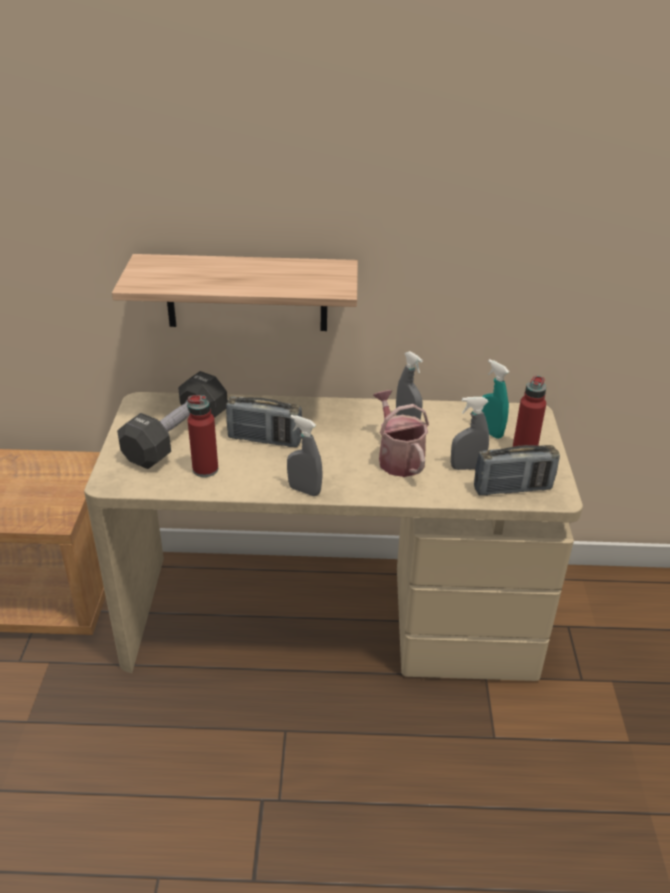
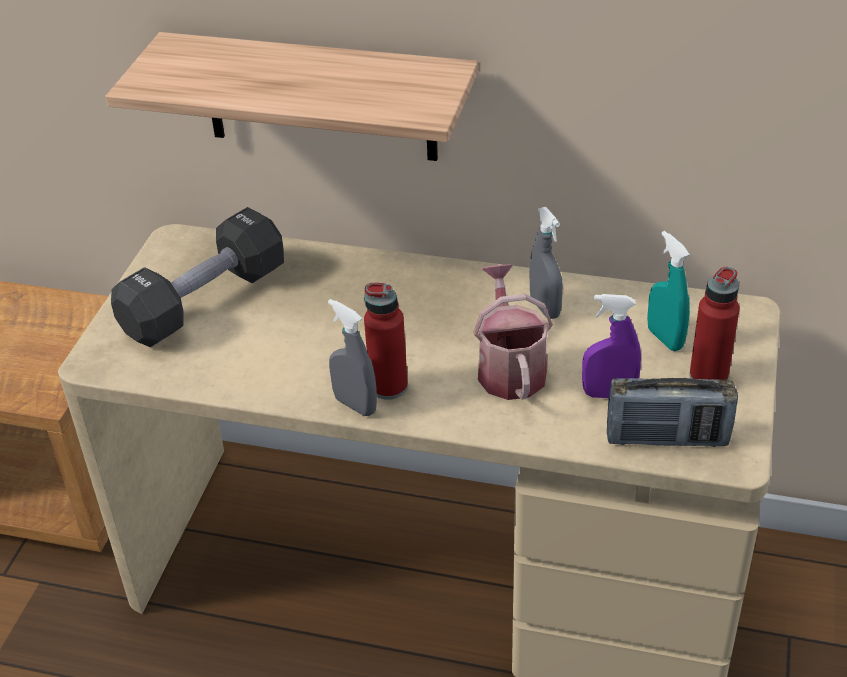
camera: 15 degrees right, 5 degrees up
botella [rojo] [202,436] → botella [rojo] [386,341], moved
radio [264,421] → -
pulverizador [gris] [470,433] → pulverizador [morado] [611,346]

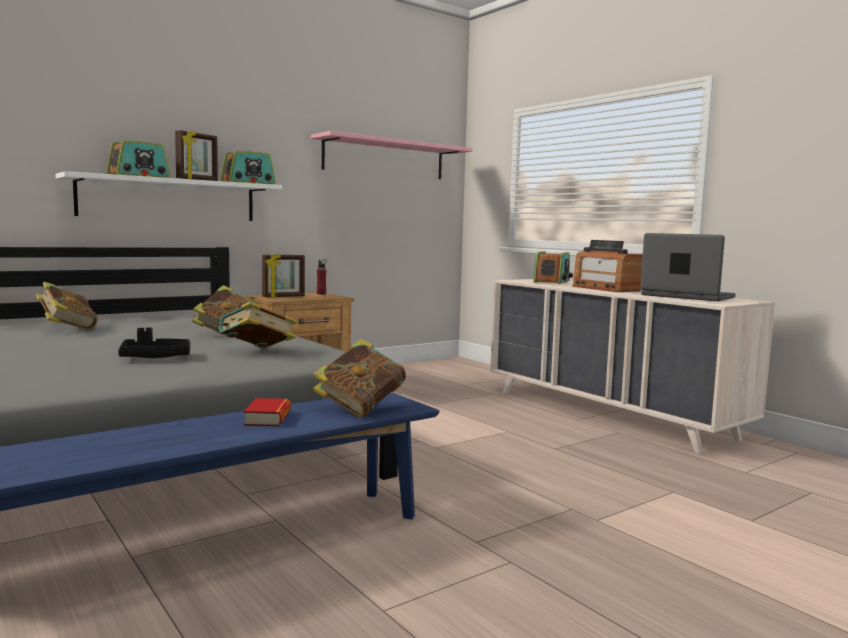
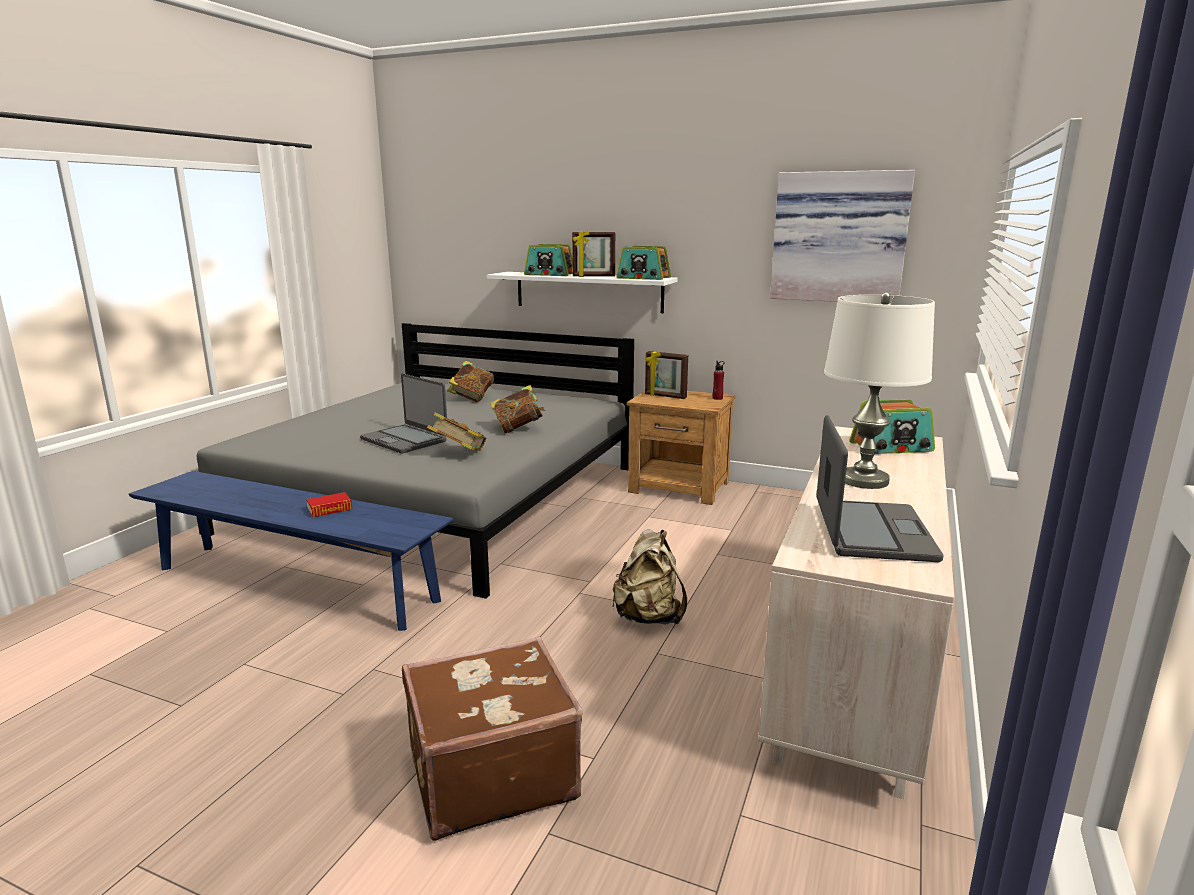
camera: 60 degrees right, 10 degrees up
estante [rosa] [391,155] → cuadro [842,236]
radio [608,266] → lámpara de mesa [blanco] [879,390]
bandeja [negro] [154,343] → portátil [403,414]
libro [359,378] → -
- → mochila [beis] [649,577]
- → maleta [marrón] [492,738]

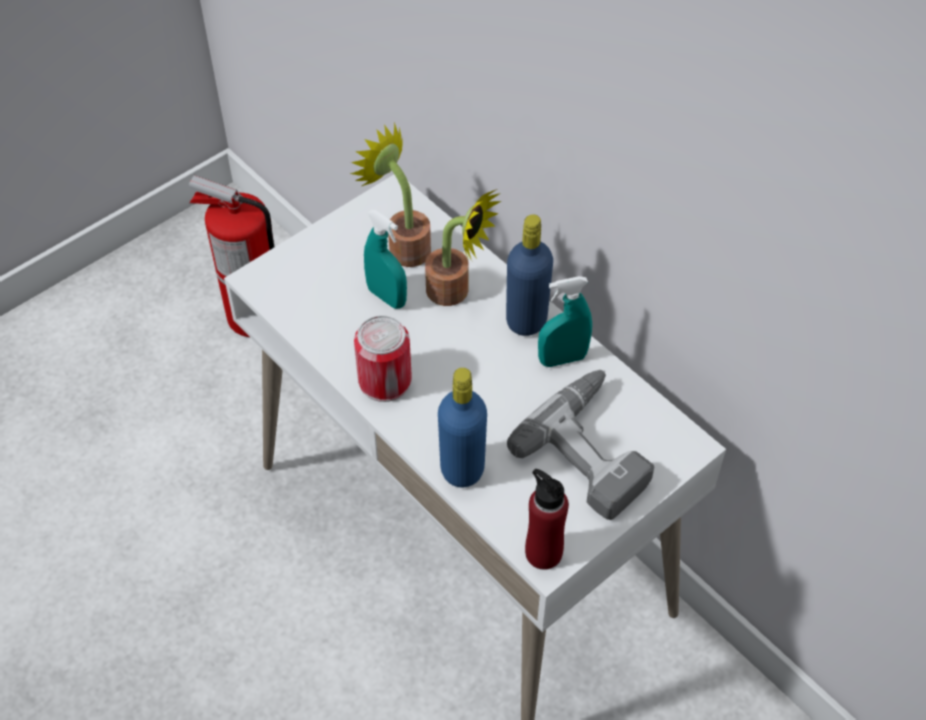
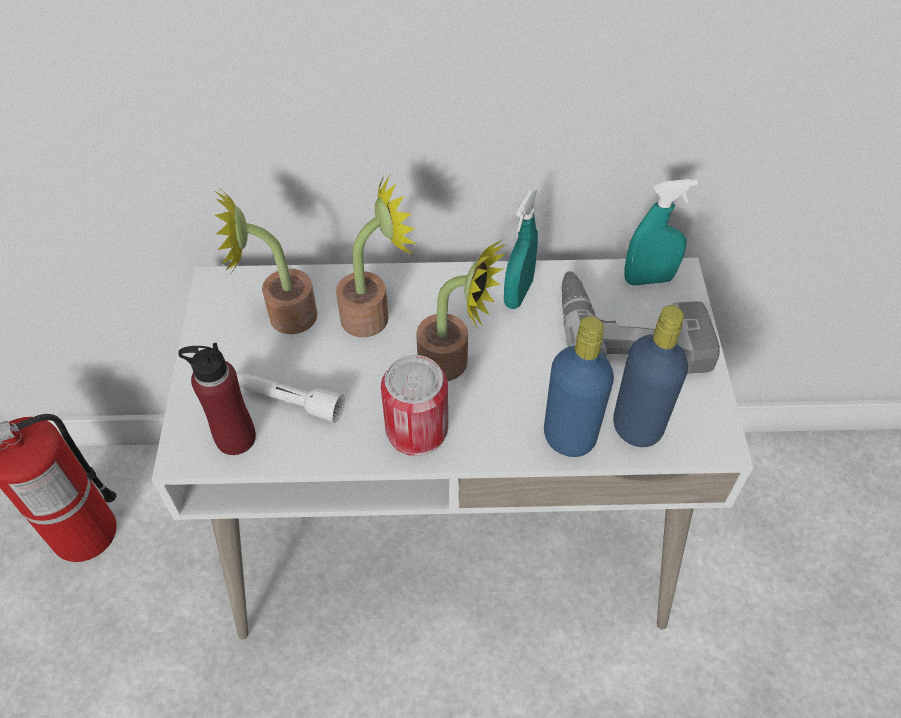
camera: 50 degrees left, 0 degrees up
pulverizador [turquesa] [385,259] → pulverizador [turquesa] [661,232], moved
botella [azul] [529,275] → botella [azul] [650,376], moved
botella [rojo] [547,519] → botella [rojo] [217,399], moved
- → planta en maceta [461,310]
- → linterna [blanco] [290,397]

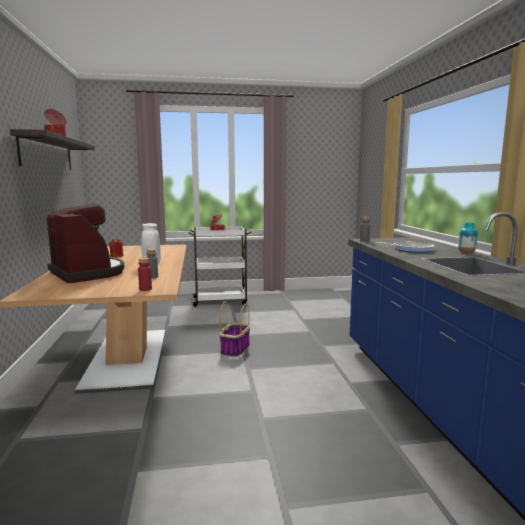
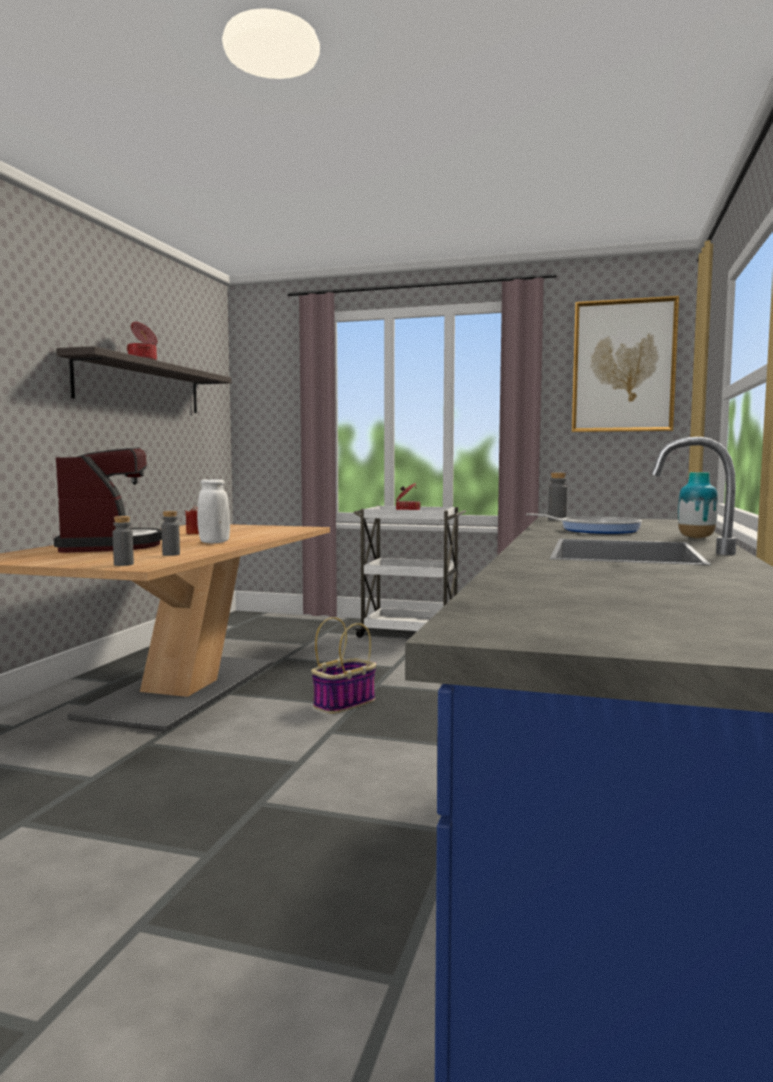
camera: 25 degrees right, 5 degrees down
botella [rojo] [145,274] → botella [gris] [123,541]
- → cuadro [625,364]

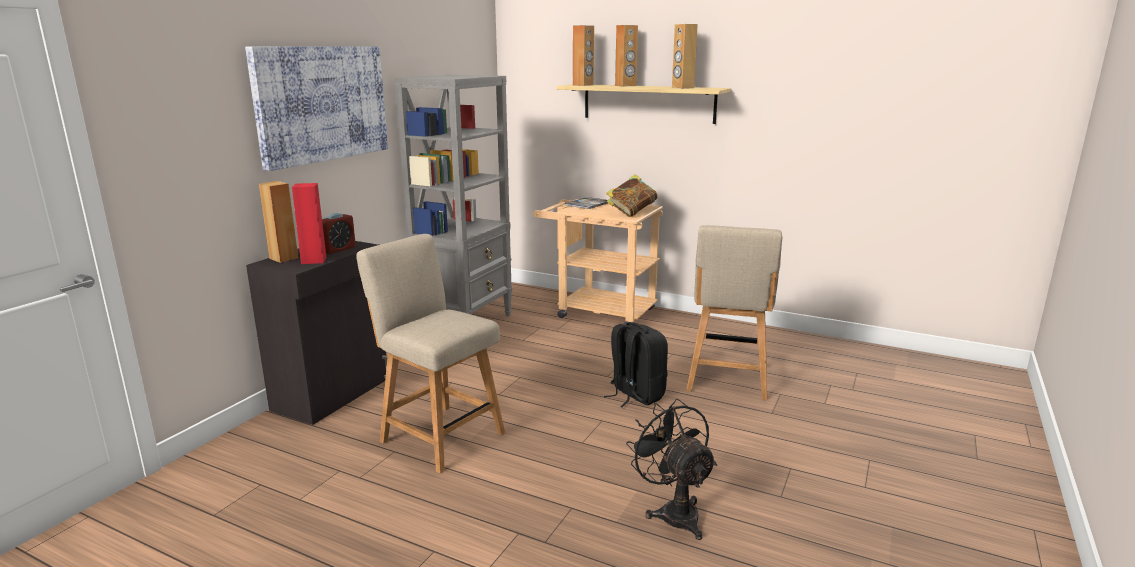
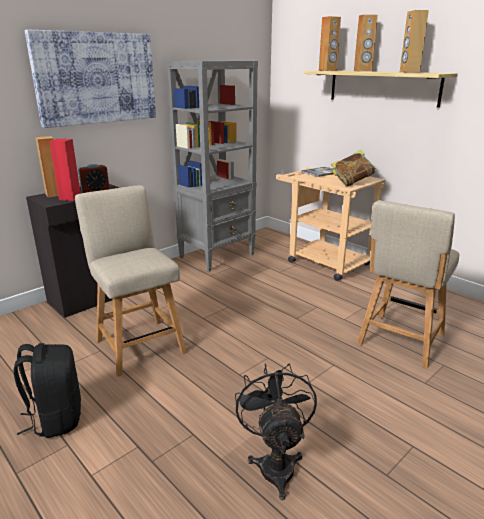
camera: 20 degrees right, 5 degrees up
mochila [negro] [636,364] → mochila [negro] [47,390], moved

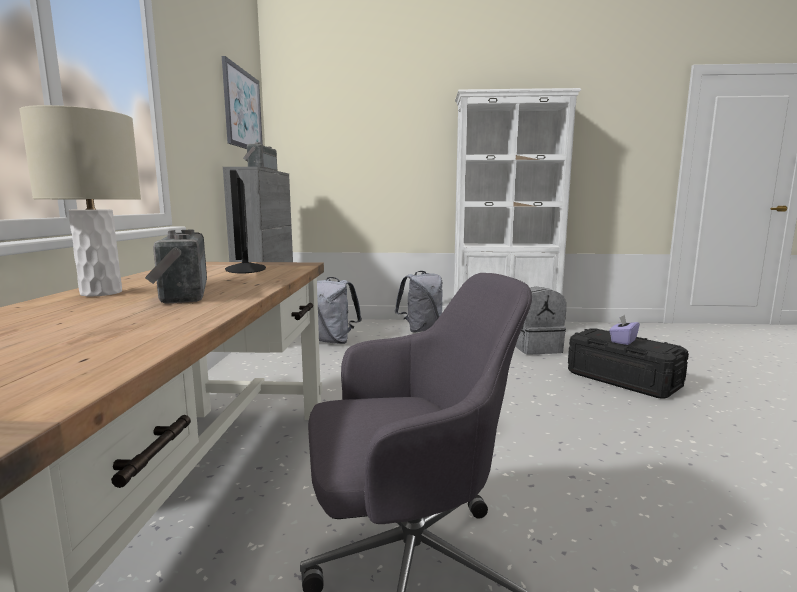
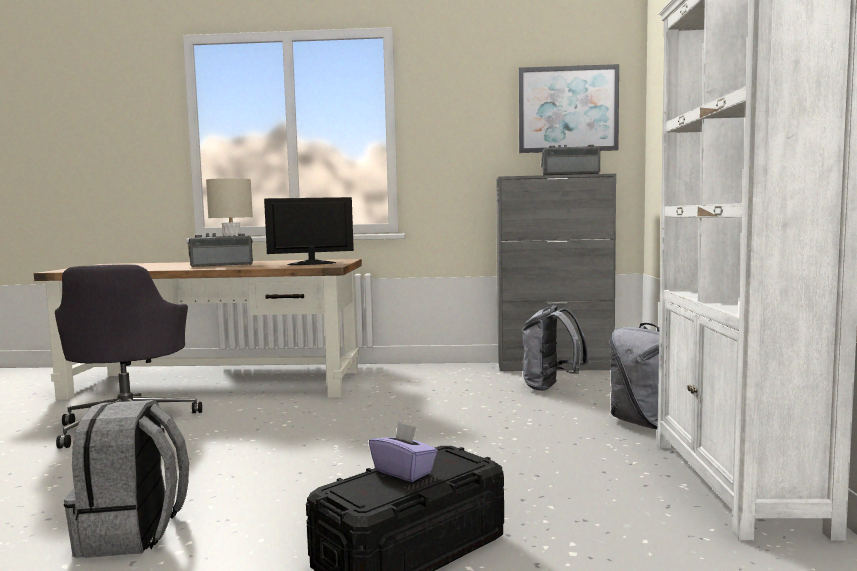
camera: 90 degrees right, 5 degrees down
mochila [gris] [540,320] → mochila [gris] [126,479], moved

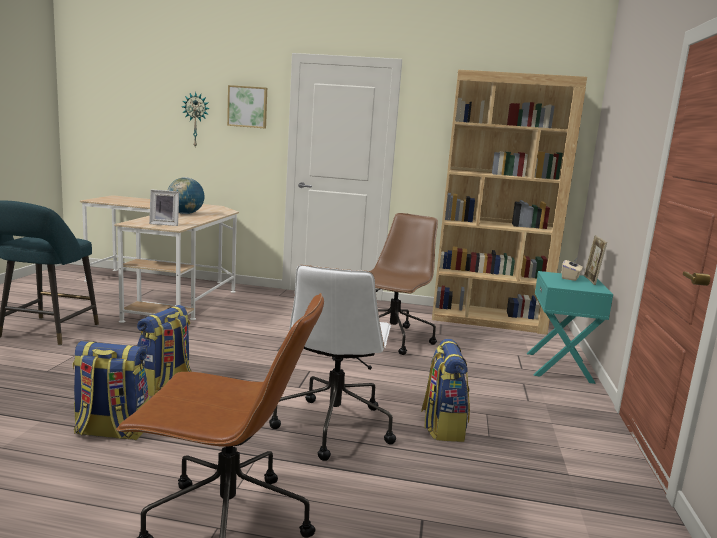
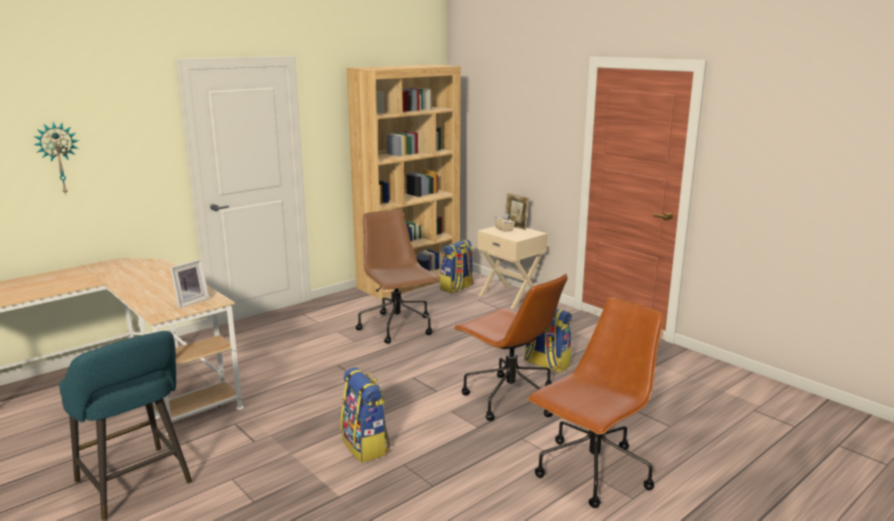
camera: 50 degrees left, 5 degrees up
cuadro [247,107] → -
globo terráqueo [186,195] → -
silla de oficina [blanco] [332,363] → silla de oficina [marrón] [510,347]
mesita de noche [turquesa] [570,327] → mesita de noche [beis] [512,267]
mochila [111,390] → mochila [457,266], moved

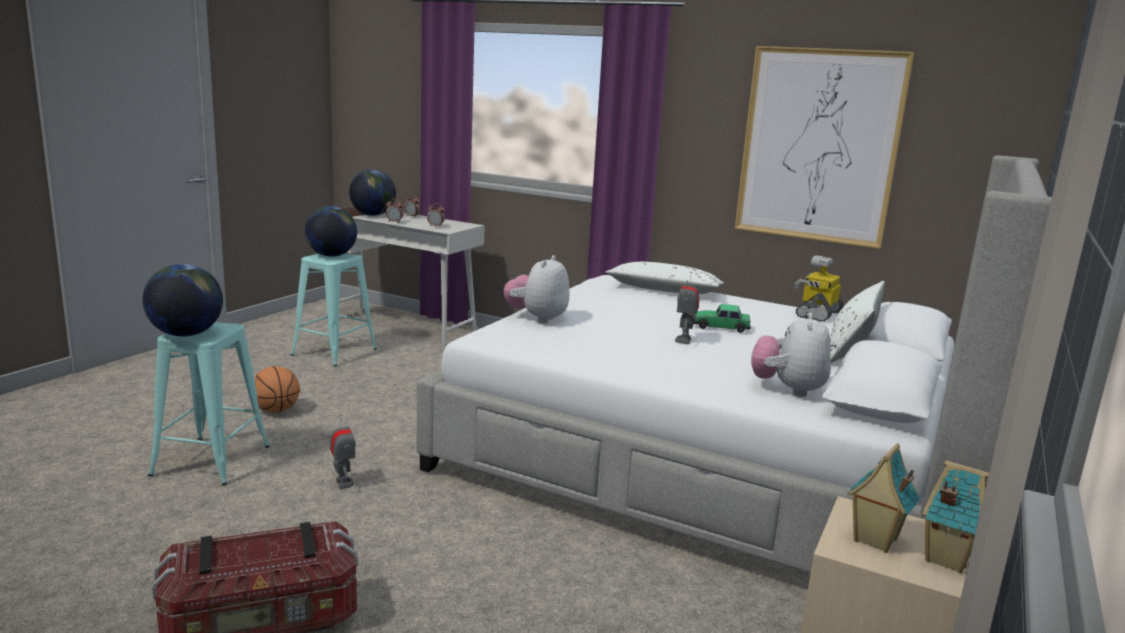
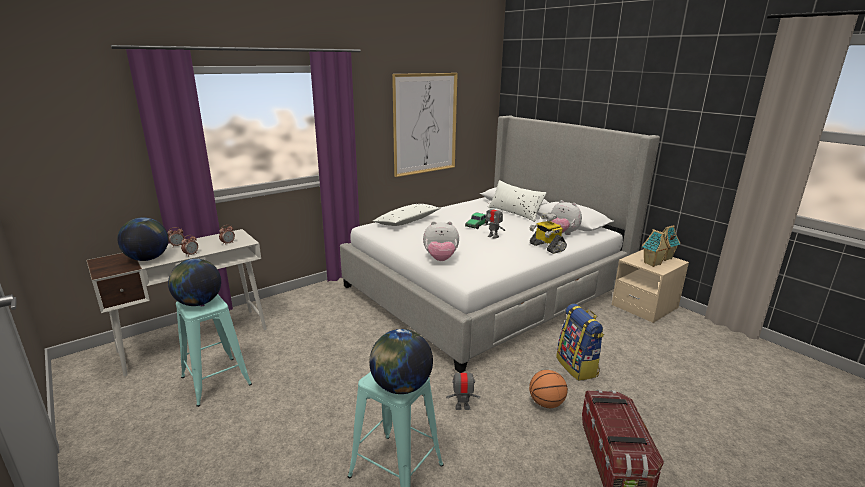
camera: 65 degrees left, 5 degrees up
peluche [536,289] → peluche [441,241], 45 degrees counterclockwise
robot de juguete [819,288] → robot de juguete [548,233], moved
balón de baloncesto [277,389] → balón de baloncesto [548,389], moved
- → mochila [580,342]

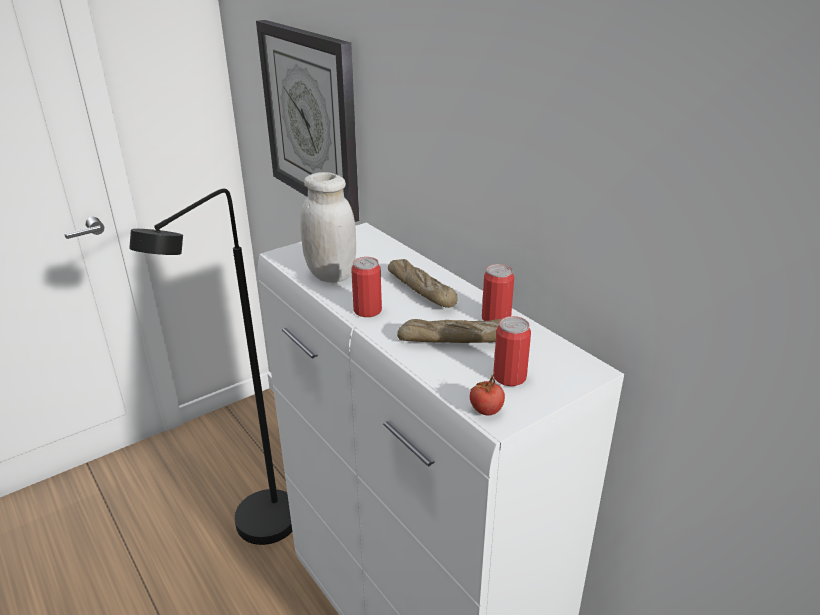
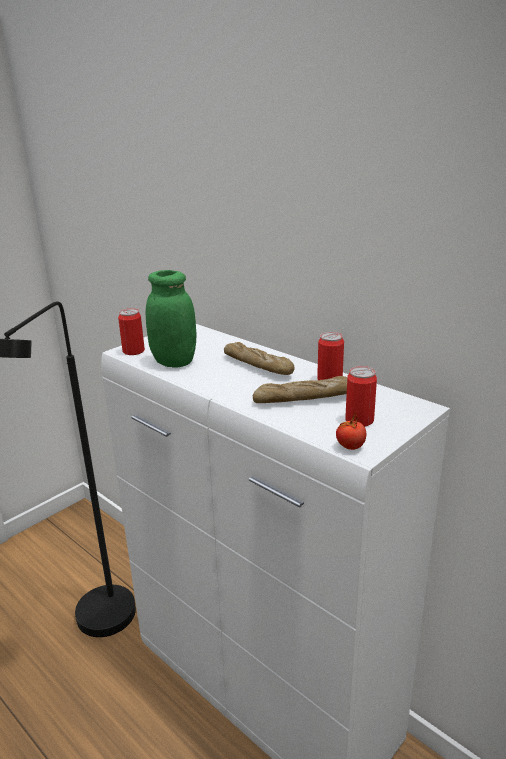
camera: 10 degrees left, 5 degrees down
reloj de pared [308,121] → -
tarro [blanco] [328,227] → tarro [verde] [171,318]
lata [366,287] → lata [131,331], moved

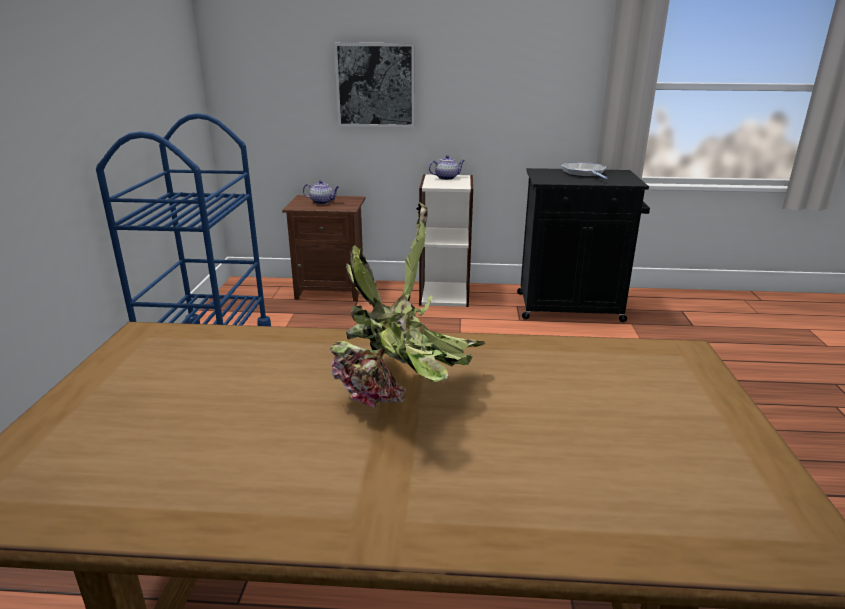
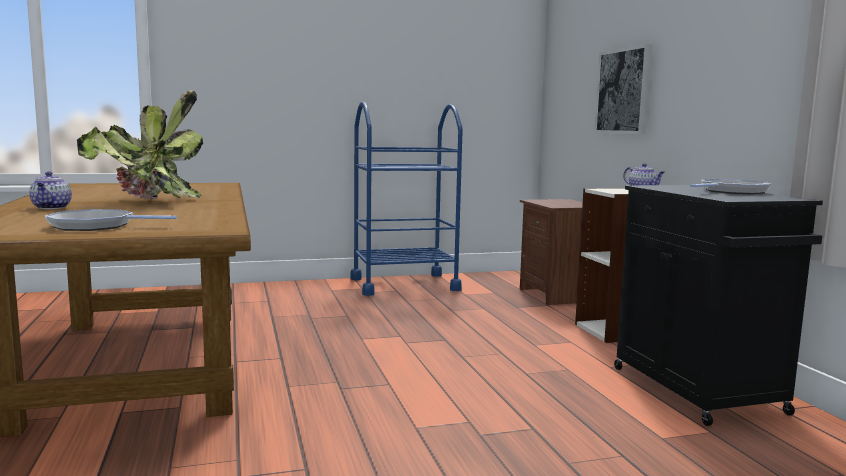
camera: 70 degrees right, 15 degrees down
tetera [321,192] → tetera [50,190], moved
- → sartén [111,220]

